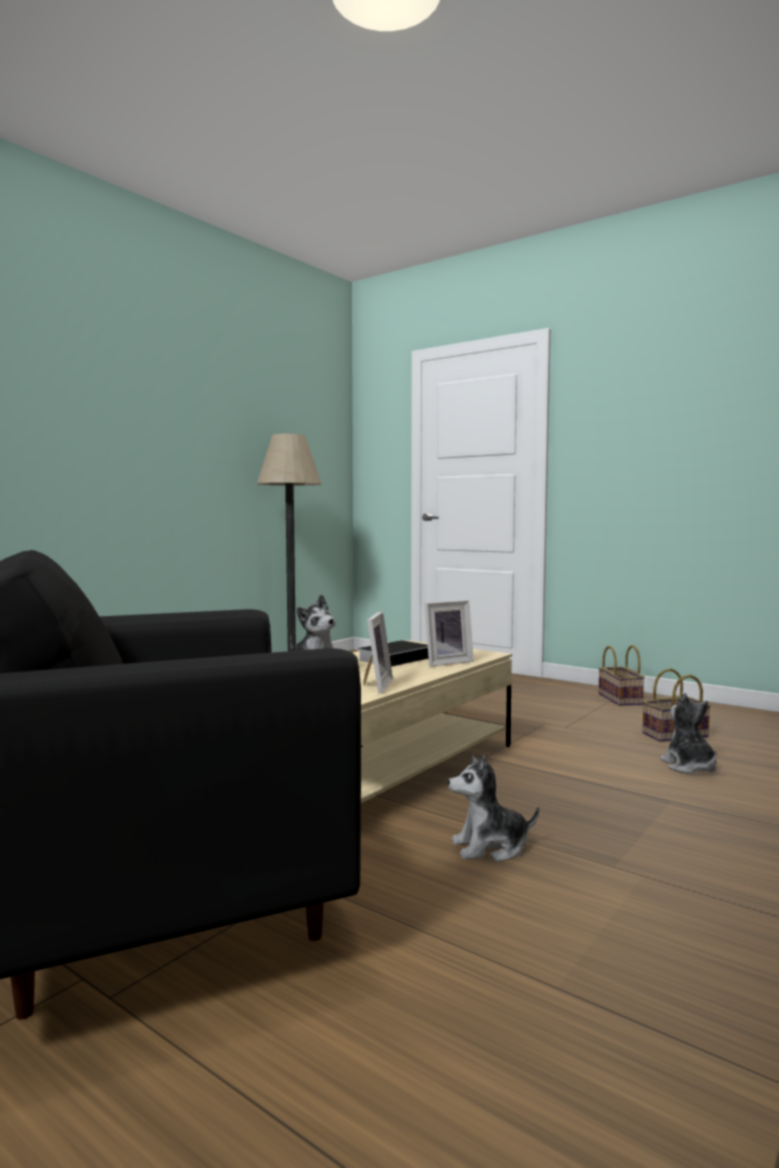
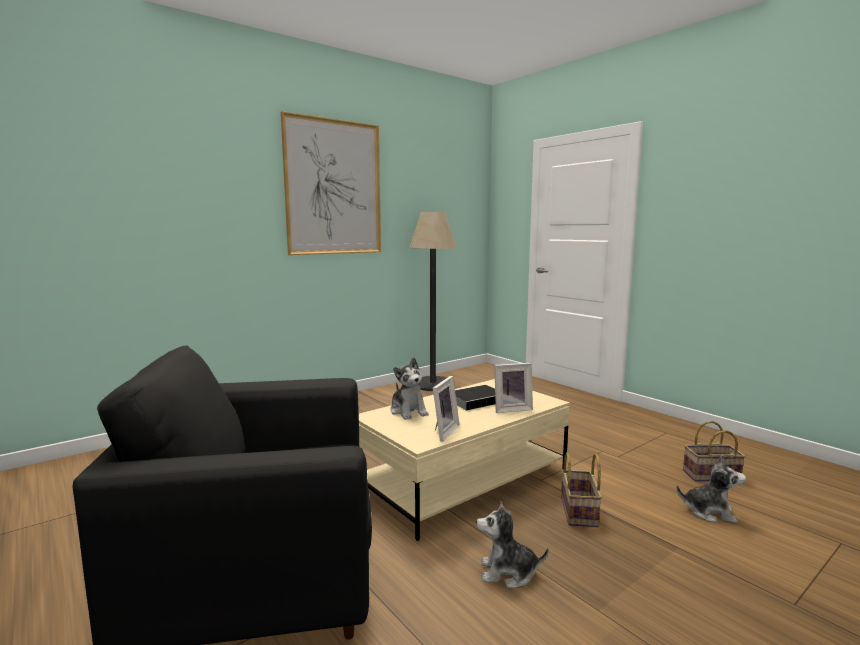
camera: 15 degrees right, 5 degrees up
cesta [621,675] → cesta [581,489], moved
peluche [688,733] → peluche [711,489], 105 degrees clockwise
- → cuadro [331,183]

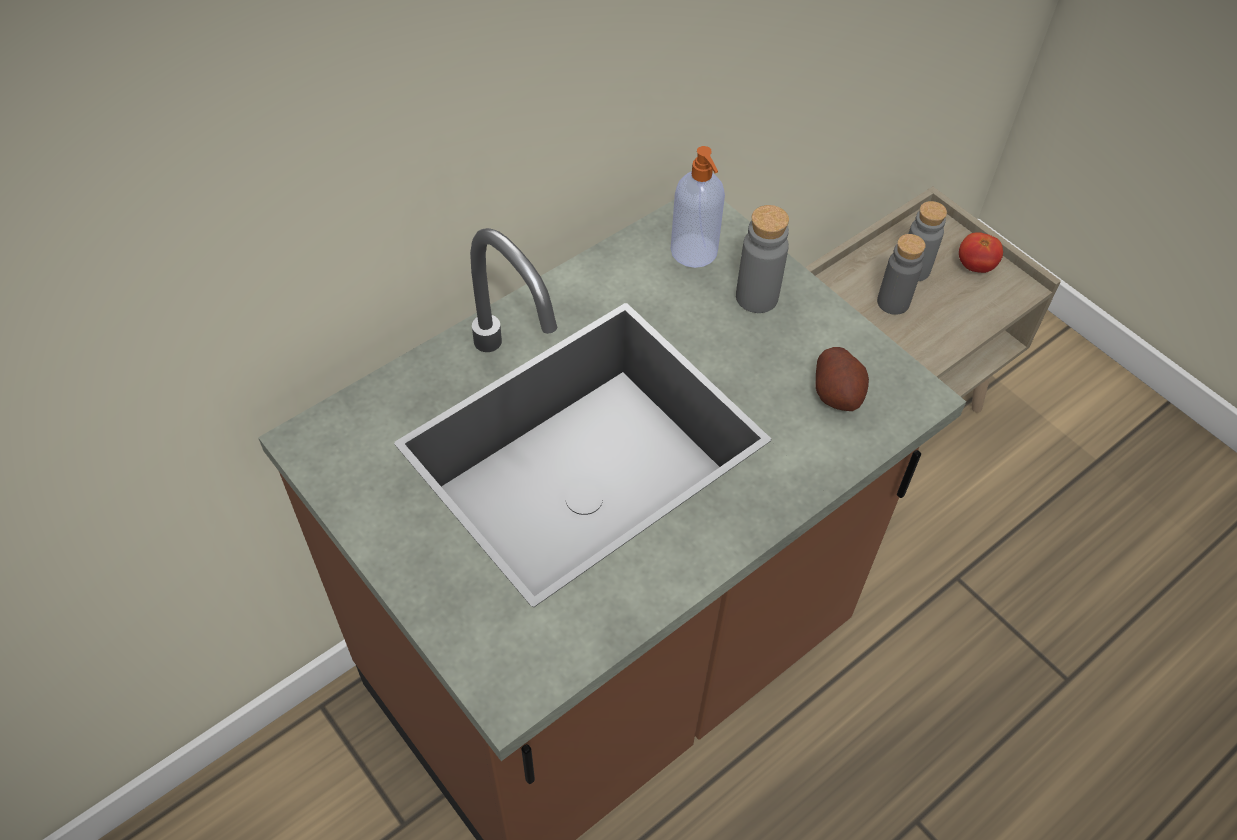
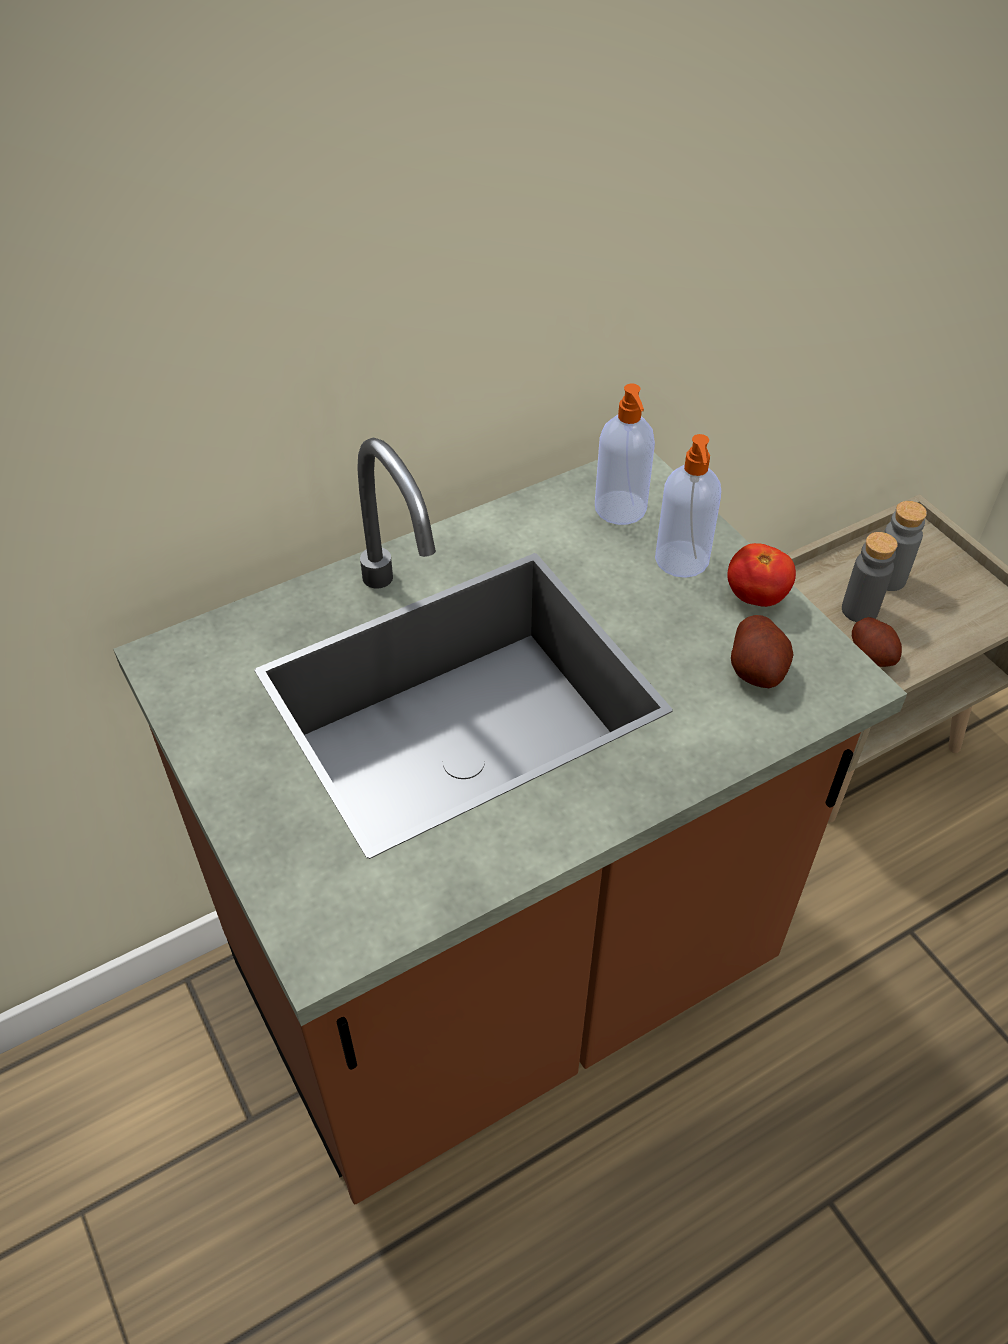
camera: 10 degrees right, 5 degrees down
botella [gris] [762,259] → dispensador de jabón [688,506]
tomate [981,252] → tomate [761,575], moved
- → patata [877,642]

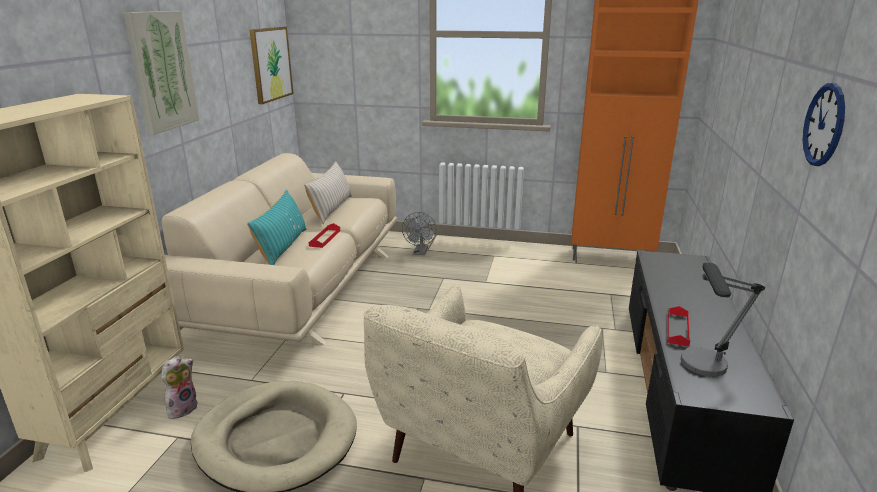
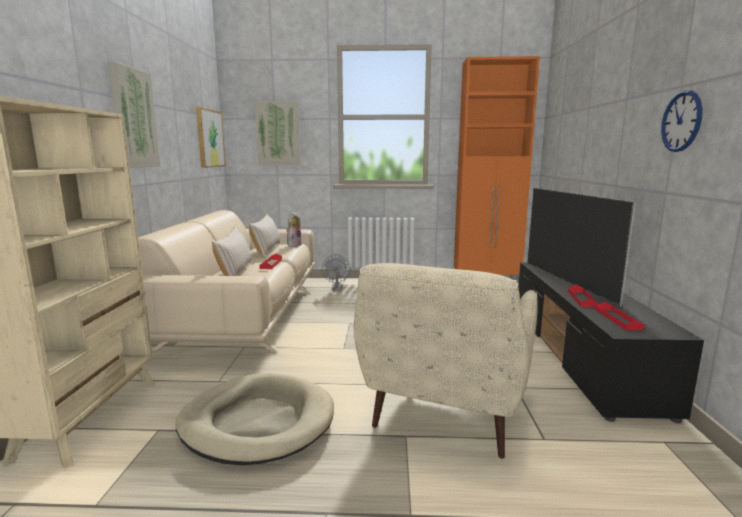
camera: 10 degrees left, 10 degrees down
cojín [turquesa] [277,227] → cojín [beis] [231,251]
lámpara de mesa [723,319] → bandeja [rojo] [620,316]
peluche [180,387] → peluche [294,229], moved
- → cuadro [278,133]
- → televisor [581,247]

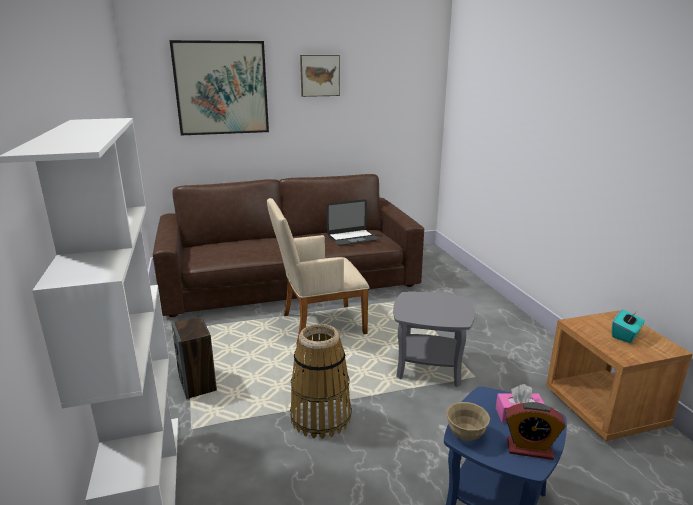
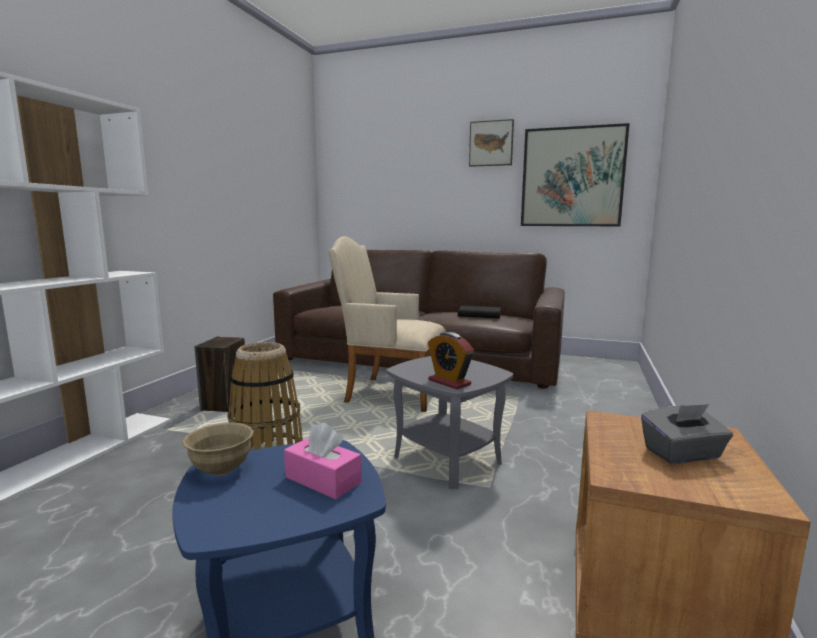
camera: 35 degrees right, 10 degrees down
cuadro [219,87] → cuadro [575,174], moved
portátil [353,222] → libro [negro] [479,312]
caja de pañuelos [turquesa] [628,326] → caja de pañuelos [gris] [687,434]
despertador [535,431] → despertador [451,360], moved

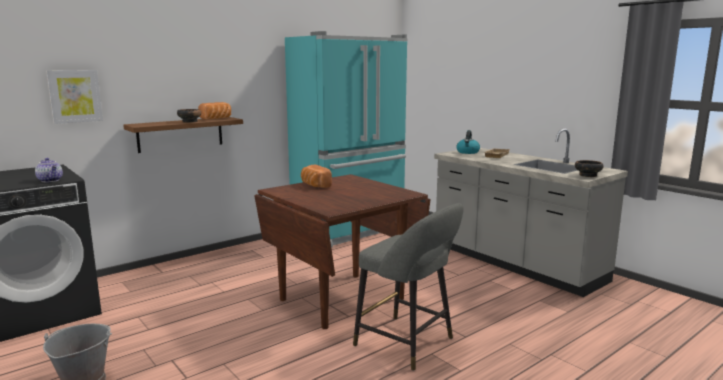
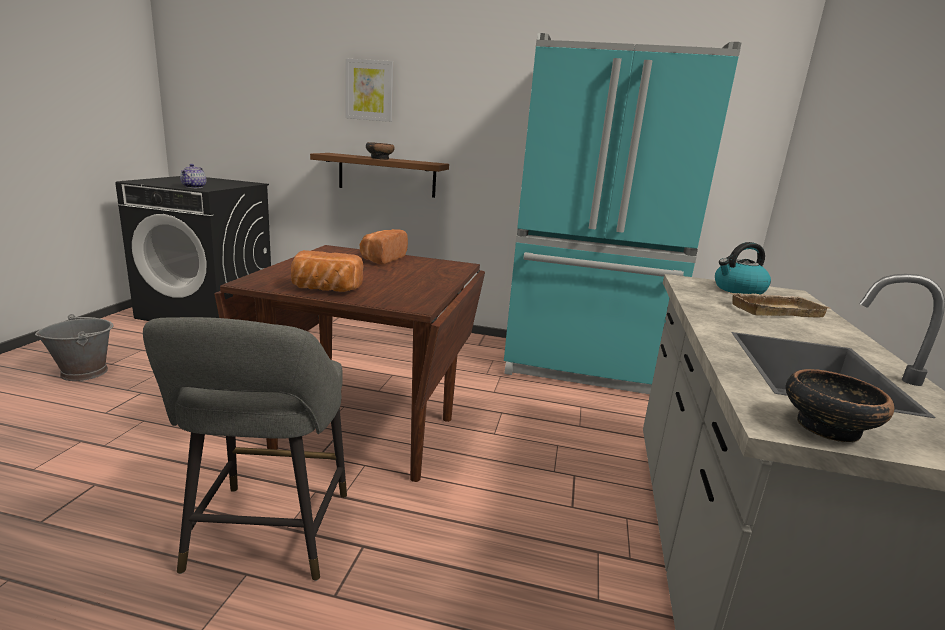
camera: 50 degrees right, 5 degrees up
cuadro [74,97] → cuadro [369,90], moved
pan [214,111] → pan [327,271], moved

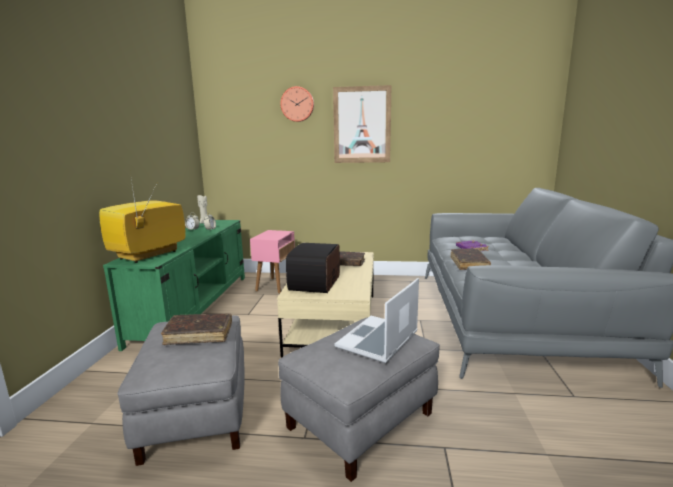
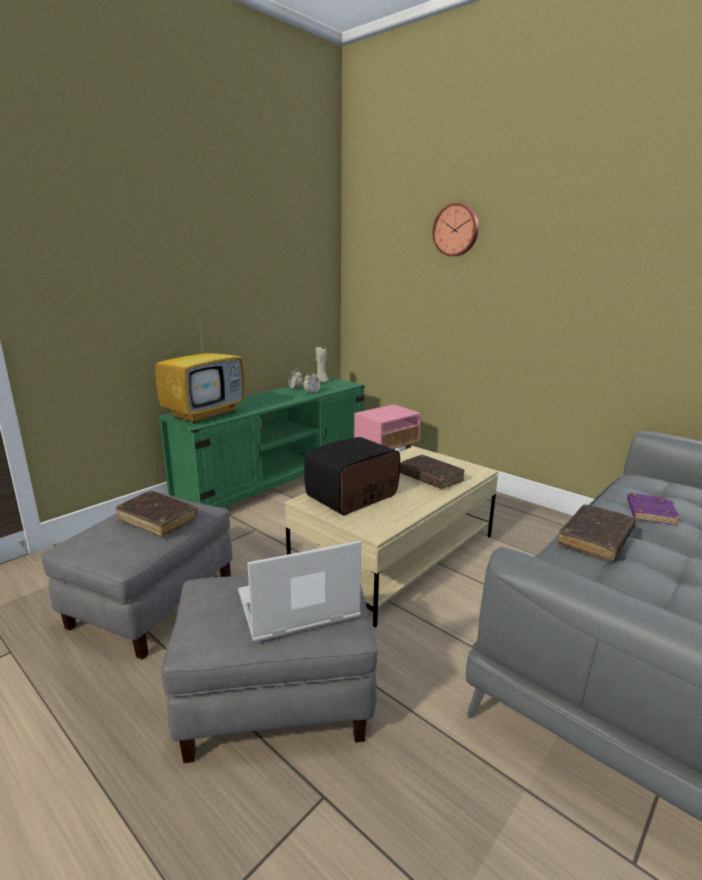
camera: 35 degrees right, 5 degrees up
cuadro [362,124] → -
televisor [142,218] → televisor [200,371], 150 degrees clockwise

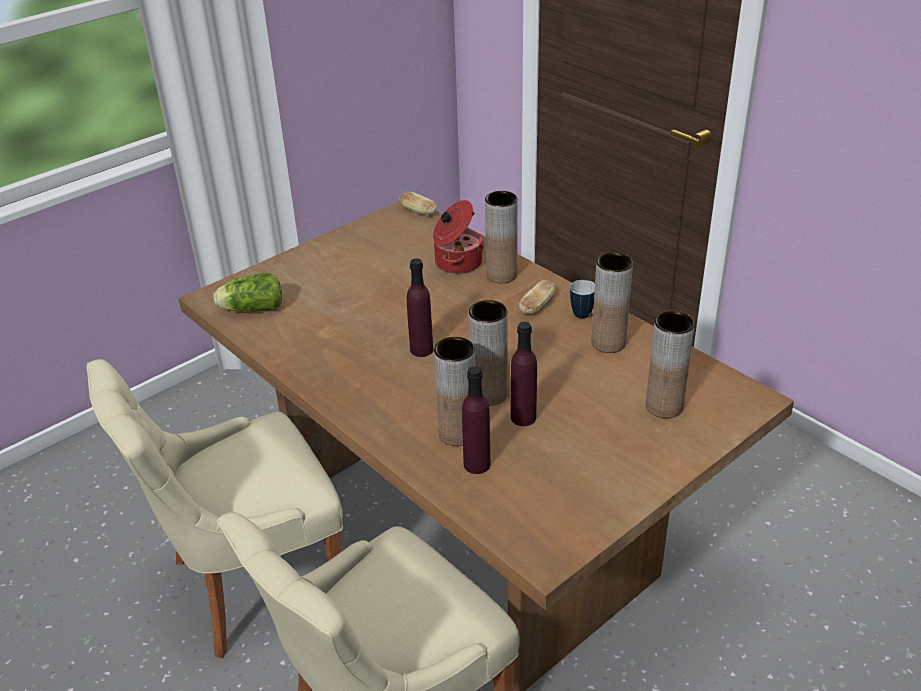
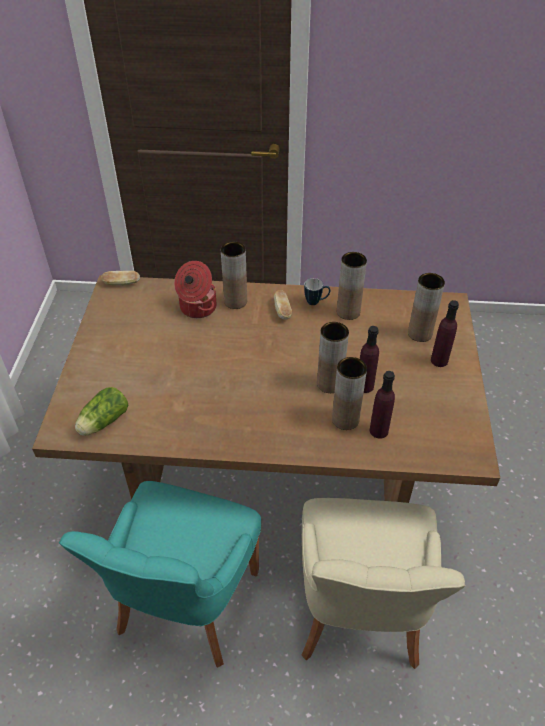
camera: 45 degrees left, 10 degrees up
botella [morado] [420,308] → botella [morado] [445,333], moved
silla [beis] [214,508] → silla [turquesa] [160,574]

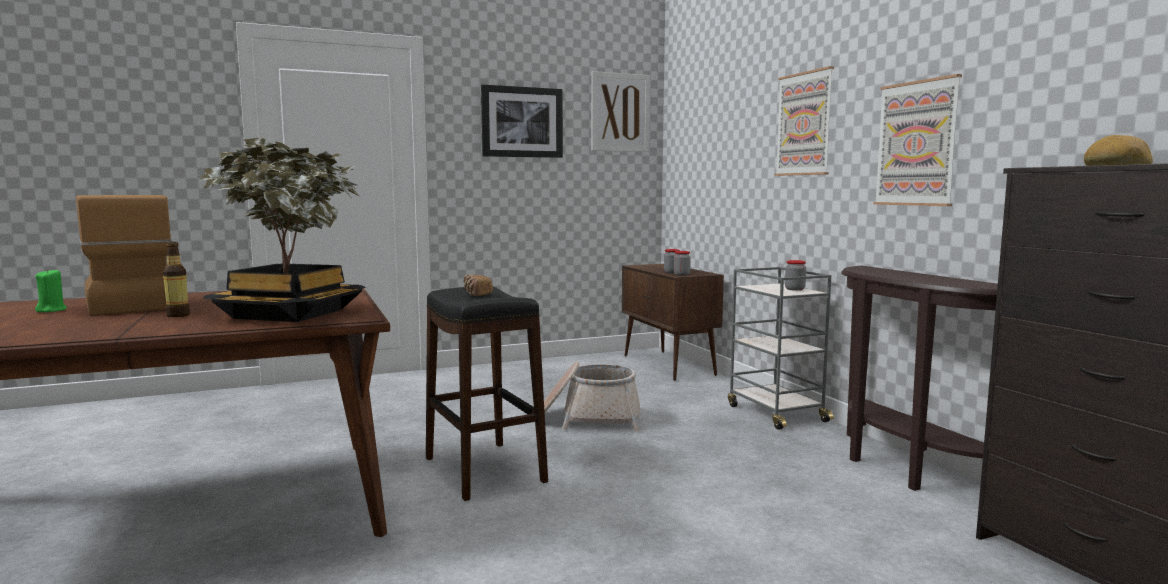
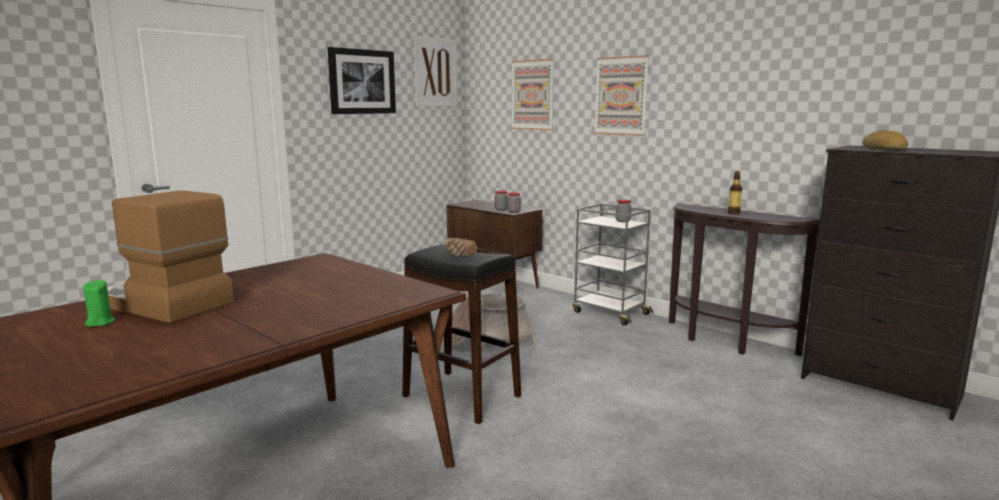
camera: 25 degrees left, 5 degrees up
cuadro [918,140] → cuadro [532,94], moved
planta en maceta [282,229] → -
botella [176,279] → botella [735,193], moved

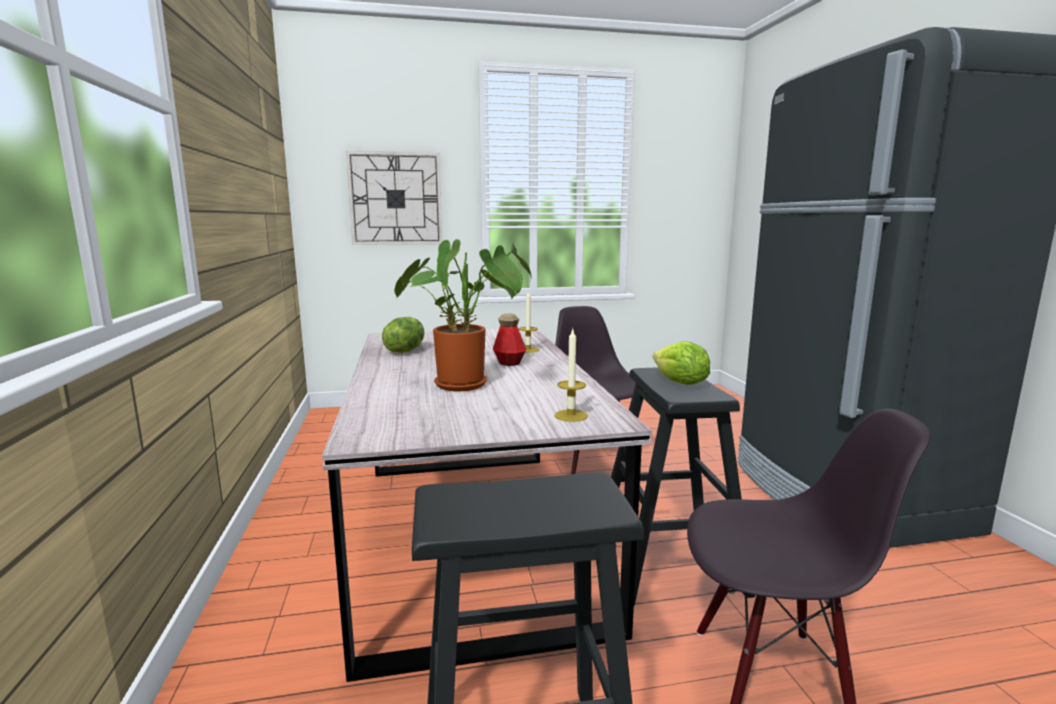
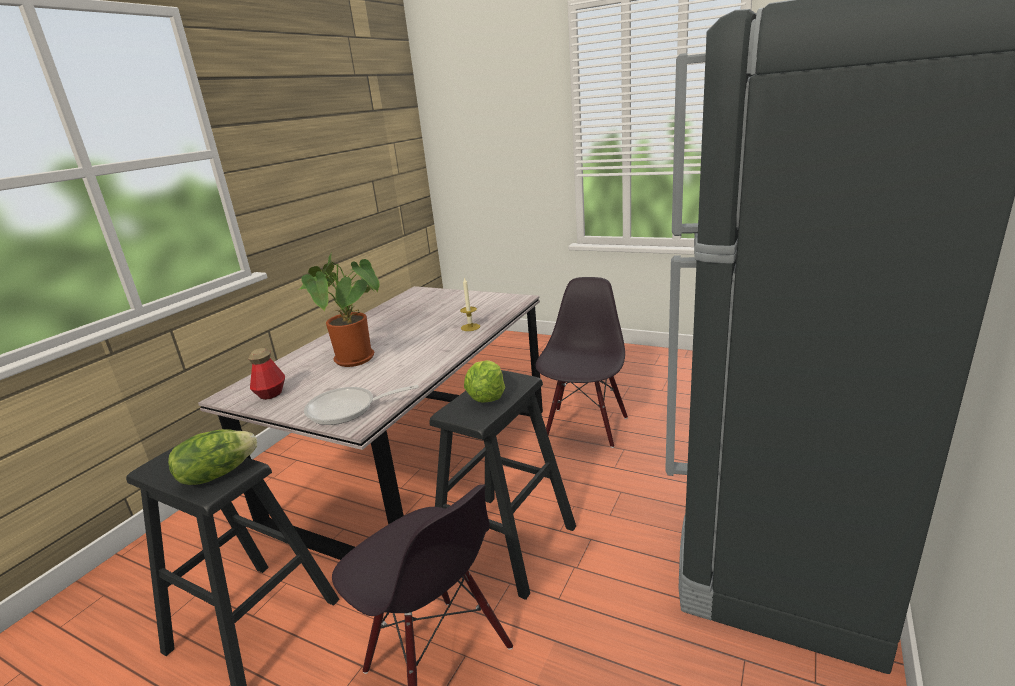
camera: 40 degrees right, 10 degrees up
reloj de pared [394,198] → -
botella [510,340] → botella [266,374], moved
lechuga [403,335] → lechuga [212,457], moved
vela [571,375] → sartén [361,405]

